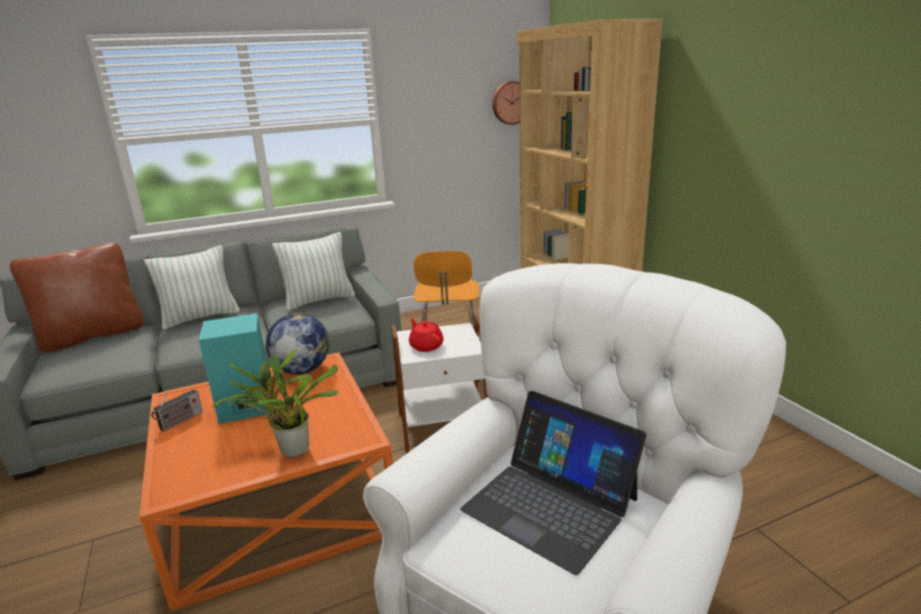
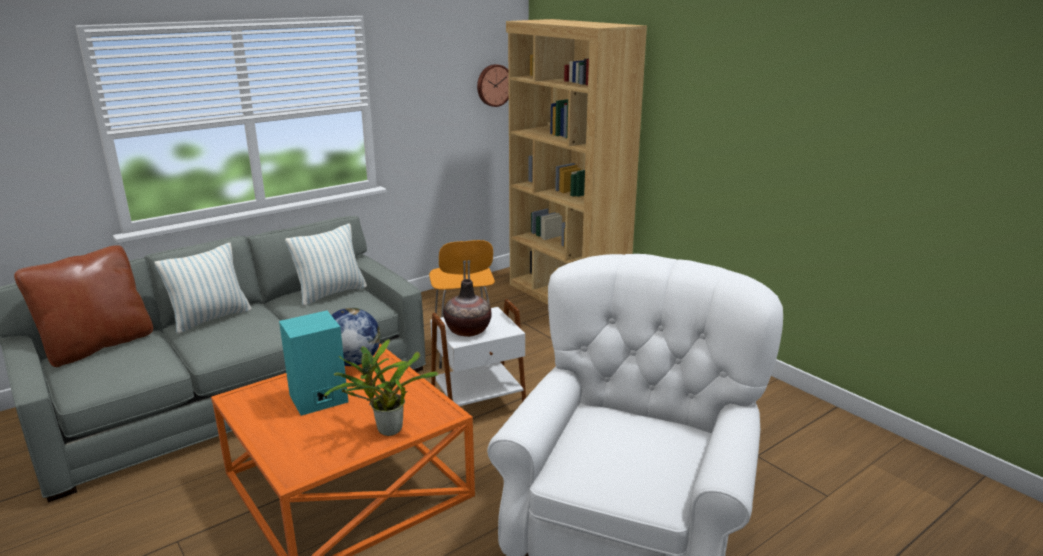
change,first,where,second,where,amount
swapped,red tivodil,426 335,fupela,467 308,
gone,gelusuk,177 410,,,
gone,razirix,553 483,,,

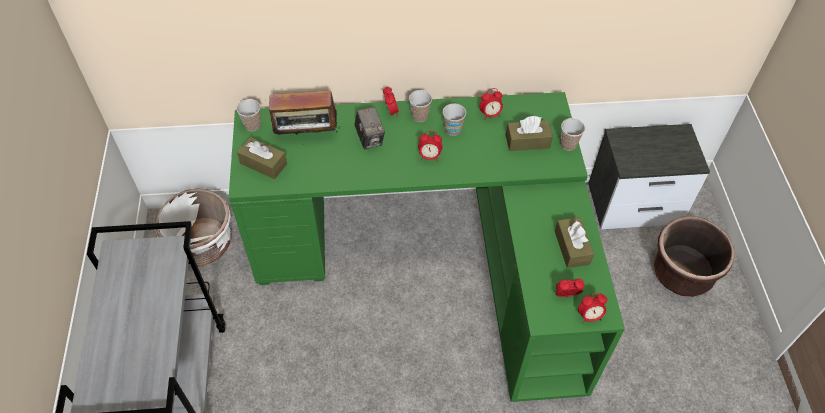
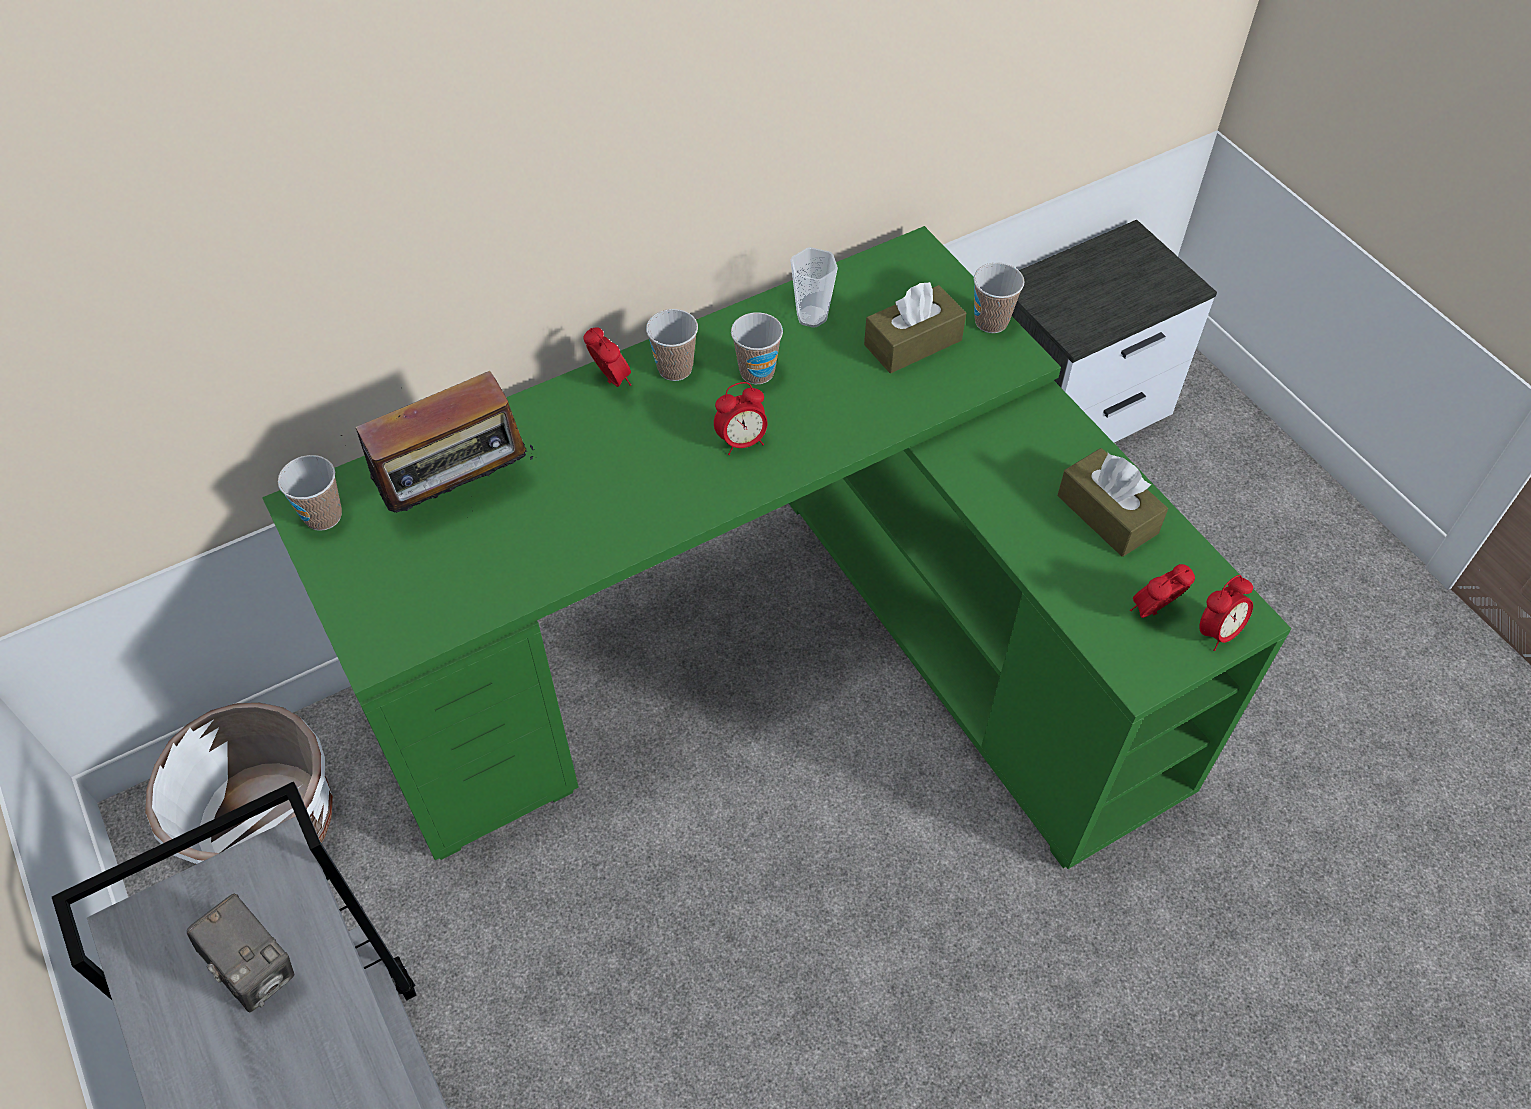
change,first,where,second,where,amount
shifted,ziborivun,369 128,,240 953,
swapped,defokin,491 104,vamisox,814 287,
gone,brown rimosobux,262 158,,,
gone,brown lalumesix,694 256,,,

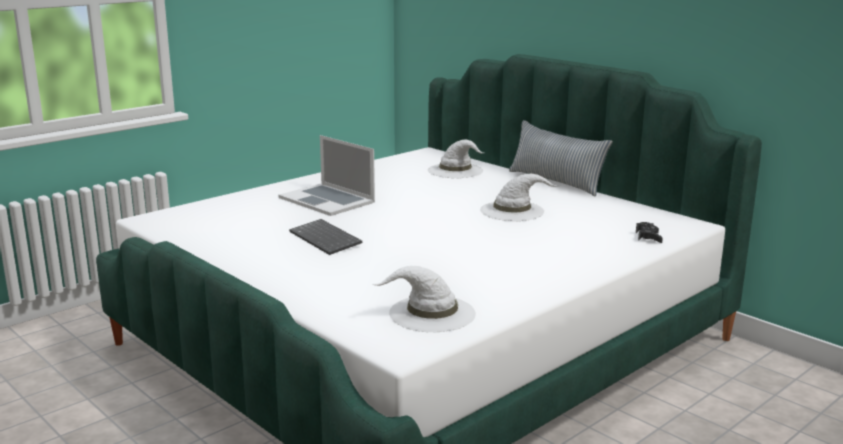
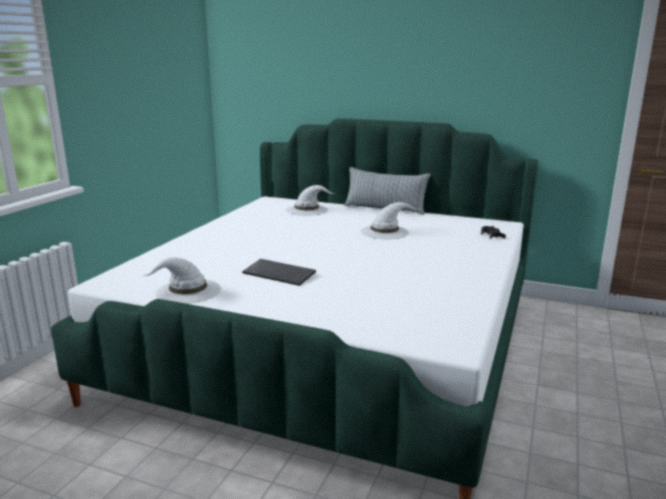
change,first,where,second,where,amount
shifted,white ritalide,424 299,,182 280,
gone,razirix,327 175,,,

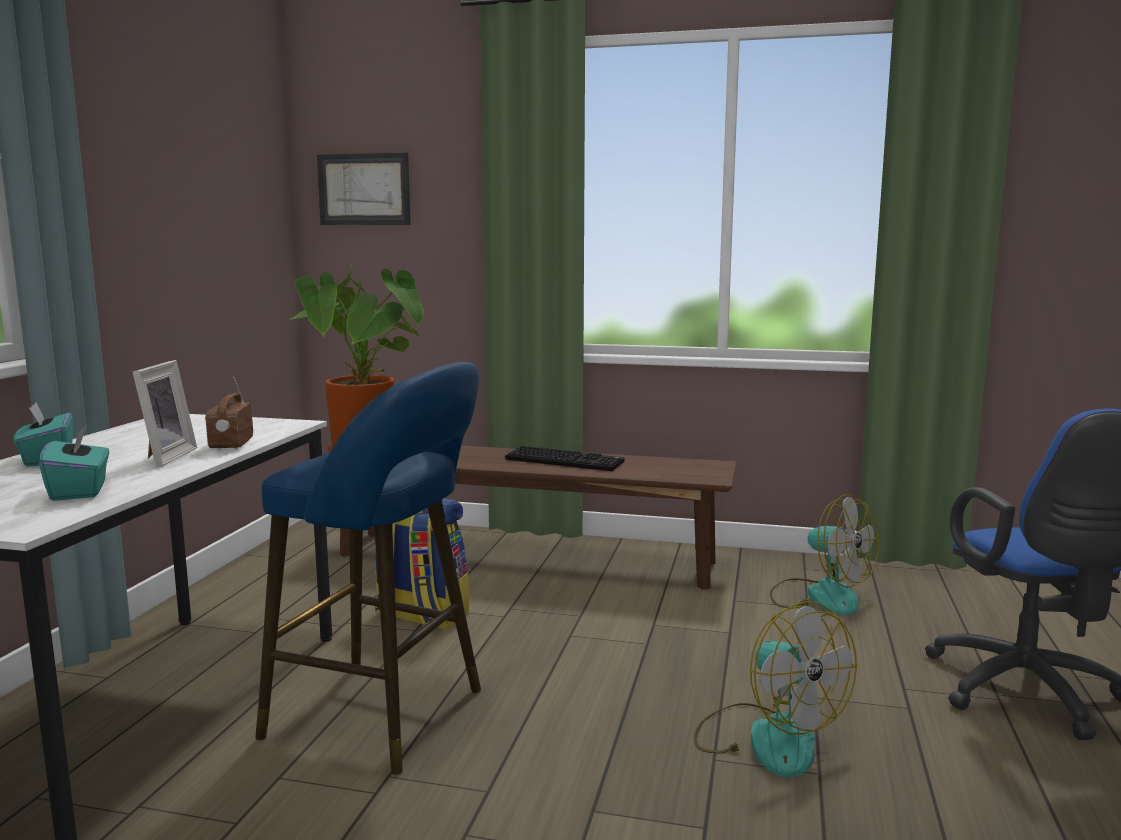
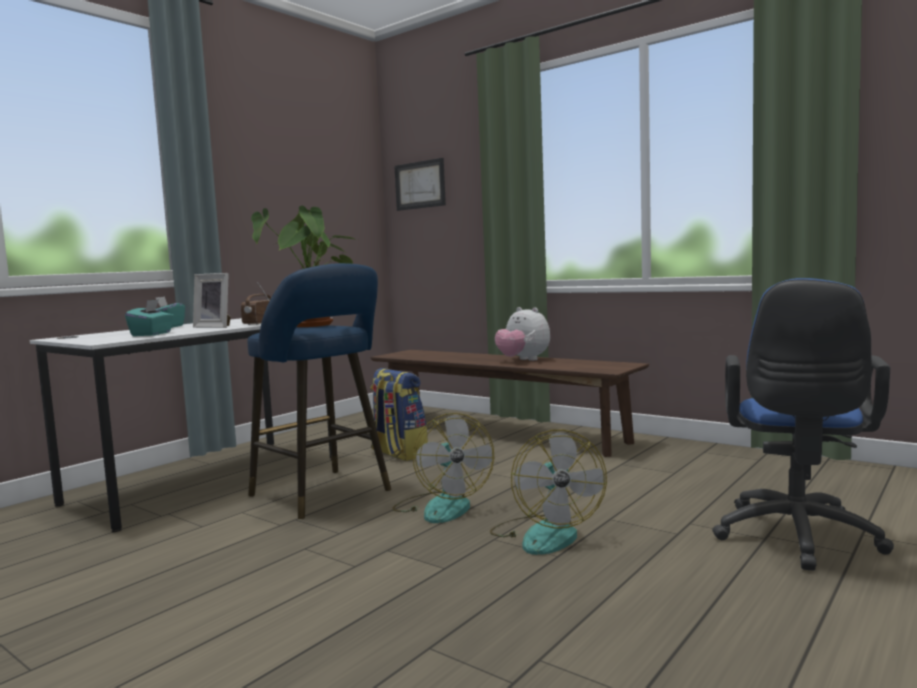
change,first,where,second,where,amount
rotated,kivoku,165 414,,212 300,90 degrees clockwise
shifted,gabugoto,824 554,,443 468,
swapped,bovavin,564 458,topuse,522 334,

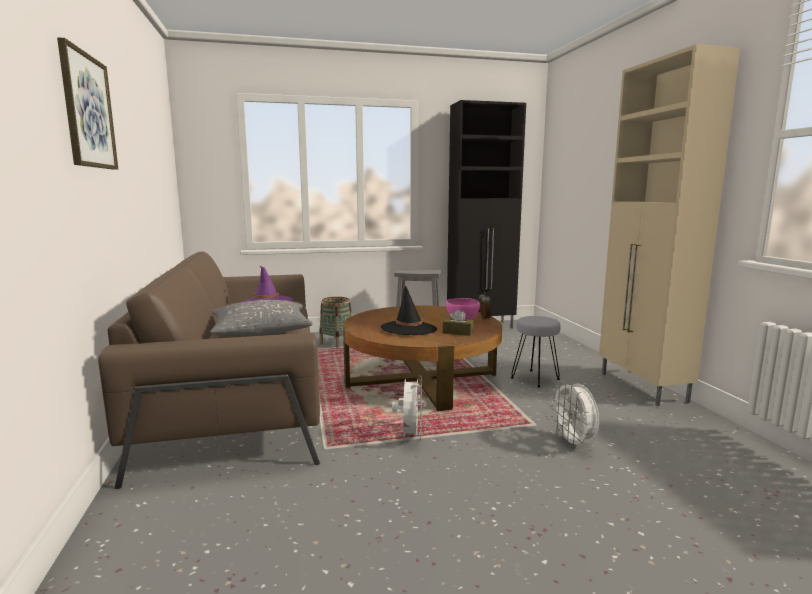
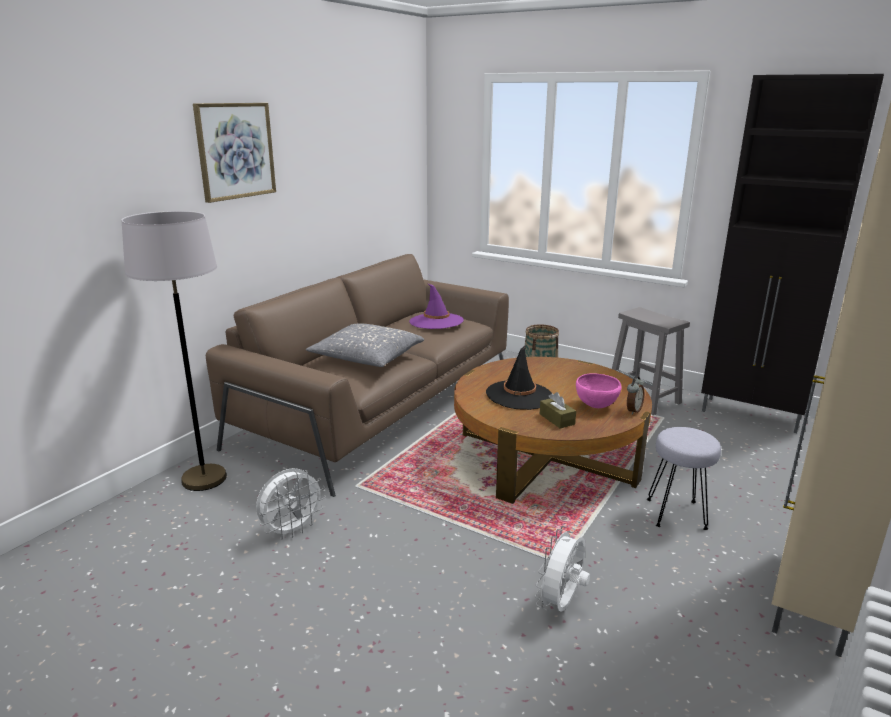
change,first,where,second,where,amount
new,,,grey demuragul,174 351,
shifted,white gabugoto,407 408,,291 503,

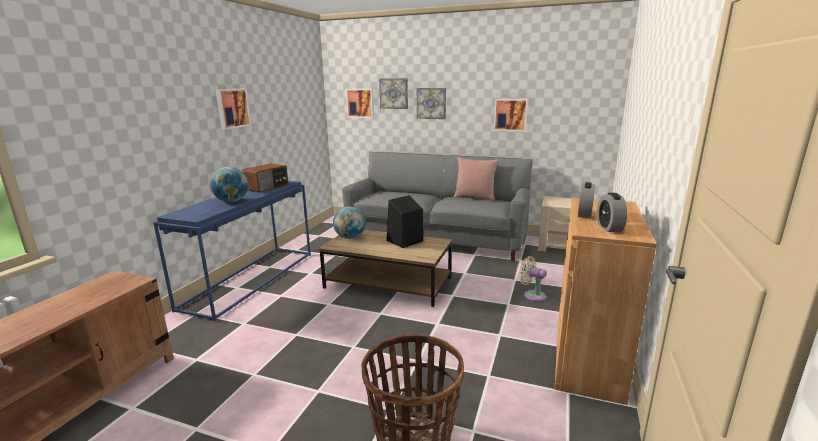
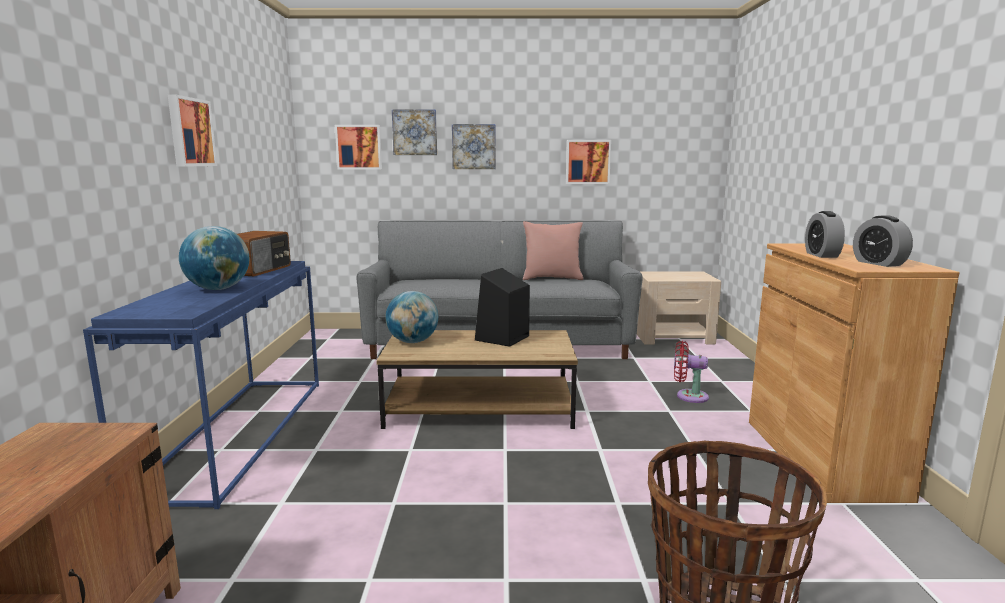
change,first,where,second,where,amount
repainted,beige gabugoto,533 279,red gabugoto,691 372,

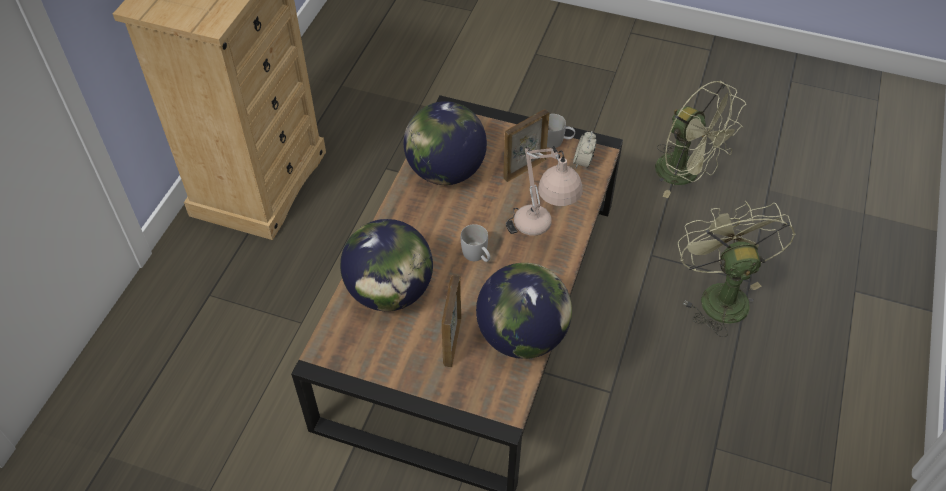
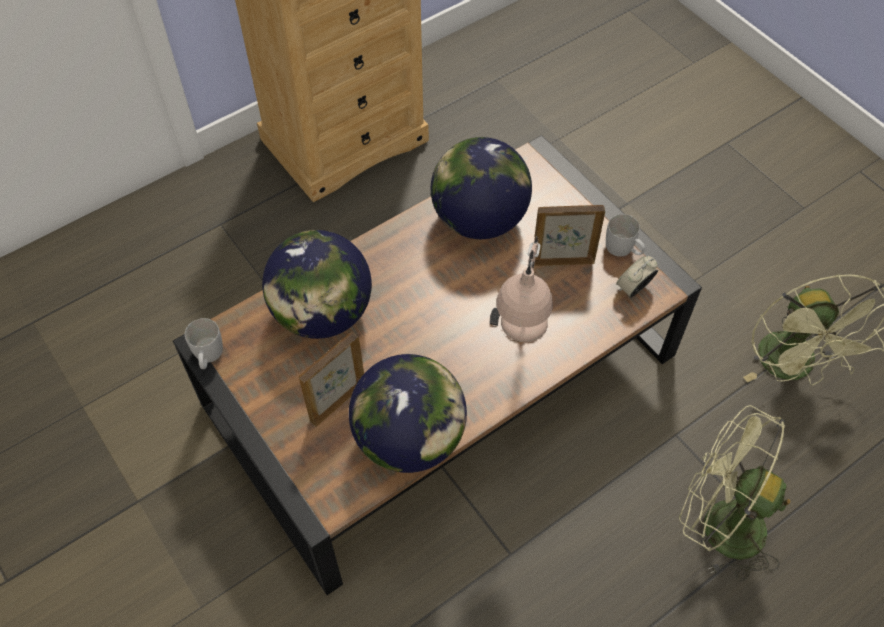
change,first,where,second,where,amount
shifted,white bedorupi,476 243,,204 343,
rotated,green gabugoto,737 269,,734 493,90 degrees counterclockwise

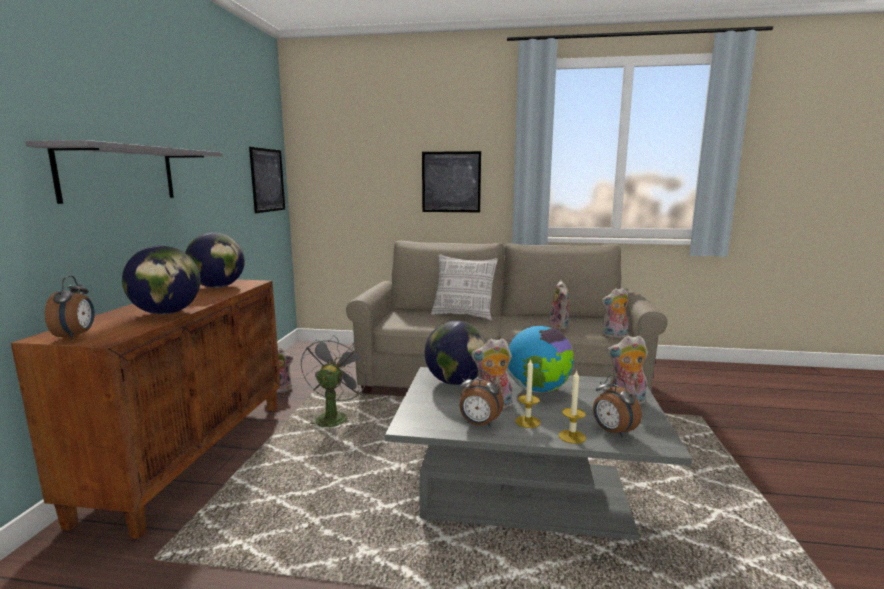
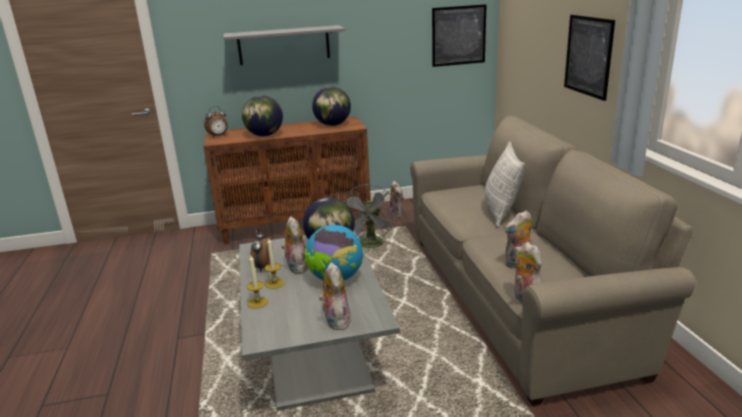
change,first,where,second,where,amount
rotated,grey gabugoto,335 381,,370 216,105 degrees clockwise
gone,defokin,617 406,,,

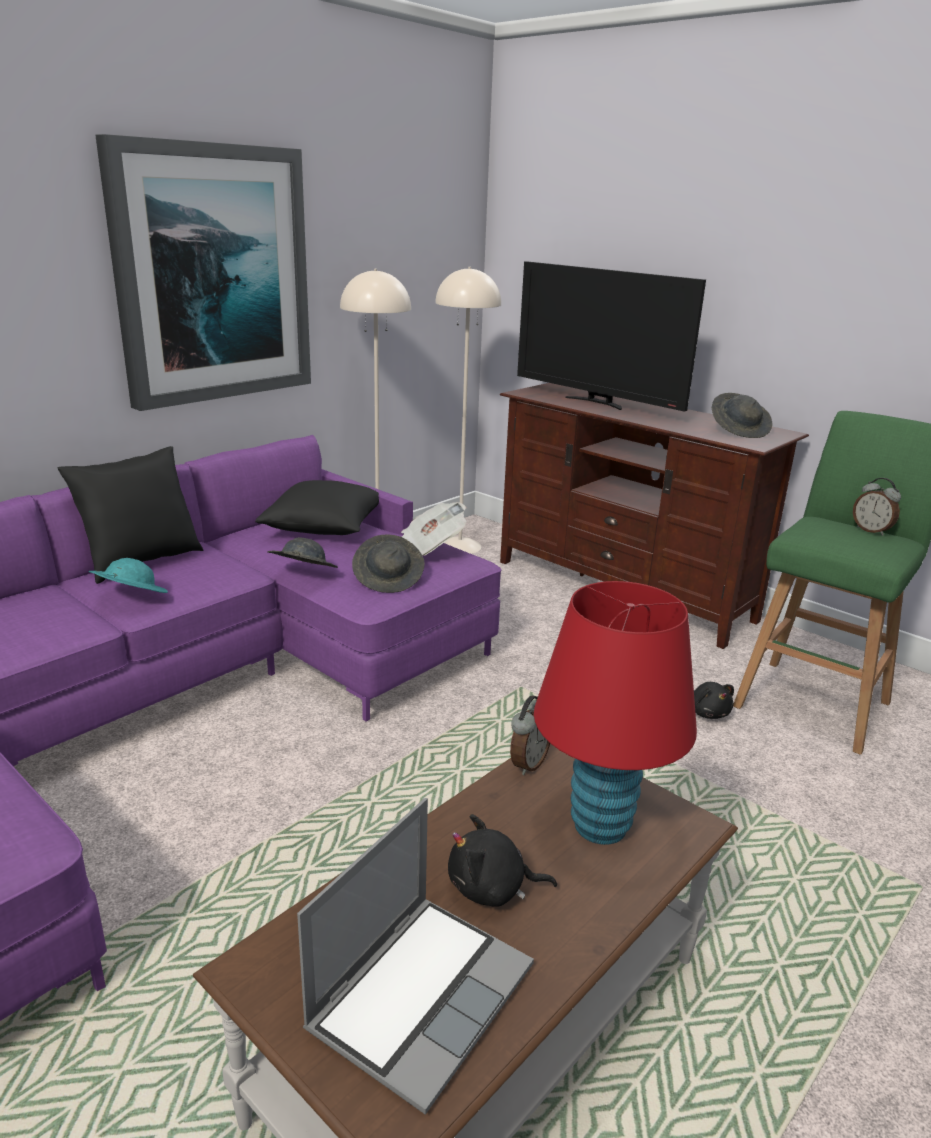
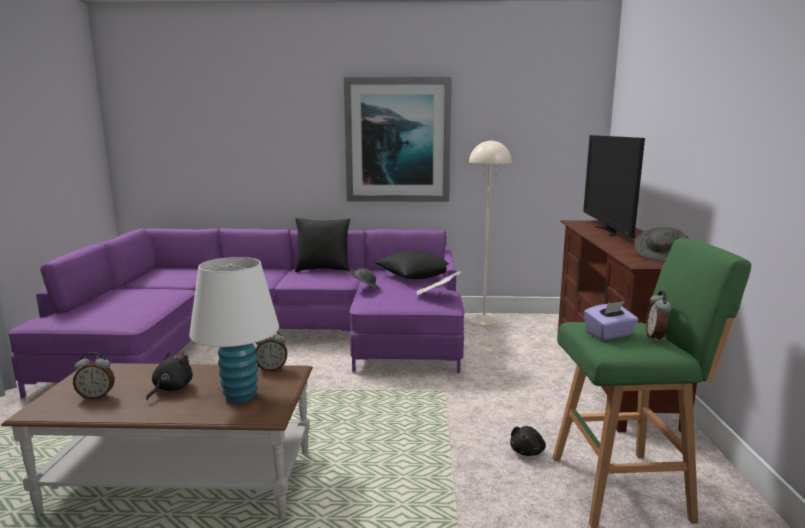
change,first,where,second,where,amount
swapped,razirix,415 956,defokin,94 375,
rotated,black topuse,502 860,,169 376,60 degrees clockwise
repainted,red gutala,615 713,white gutala,234 330,
new,,,purple rimosobux,611 320,
gone,turquoise ritalide,128 575,,,
gone,grey ritalide,388 563,,,
gone,beige demuragul,468 410,,,

